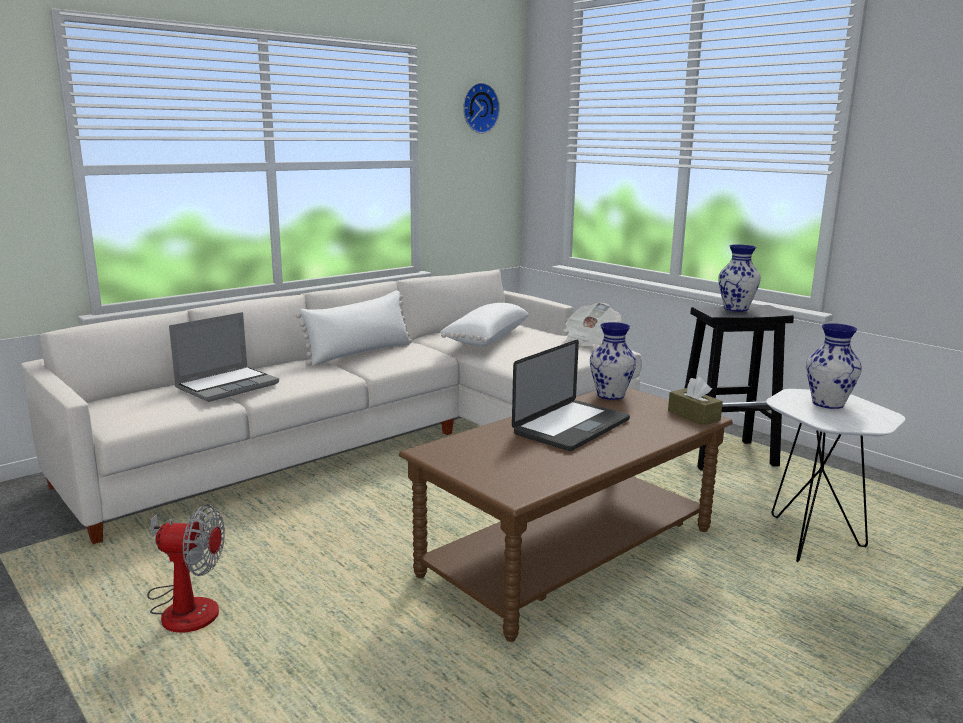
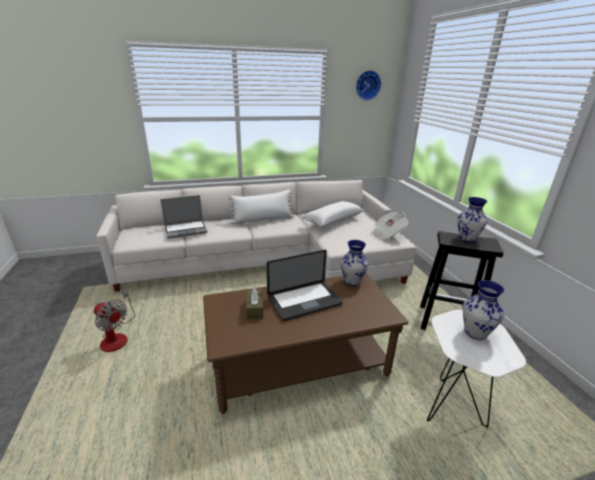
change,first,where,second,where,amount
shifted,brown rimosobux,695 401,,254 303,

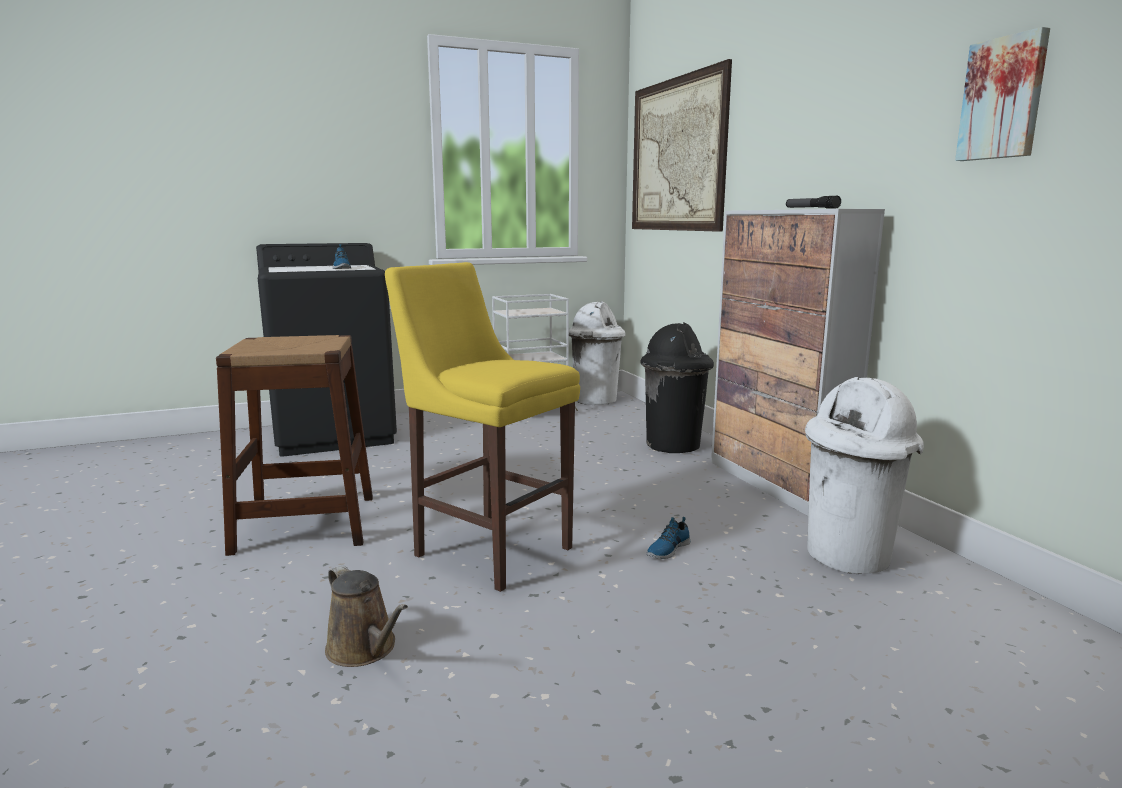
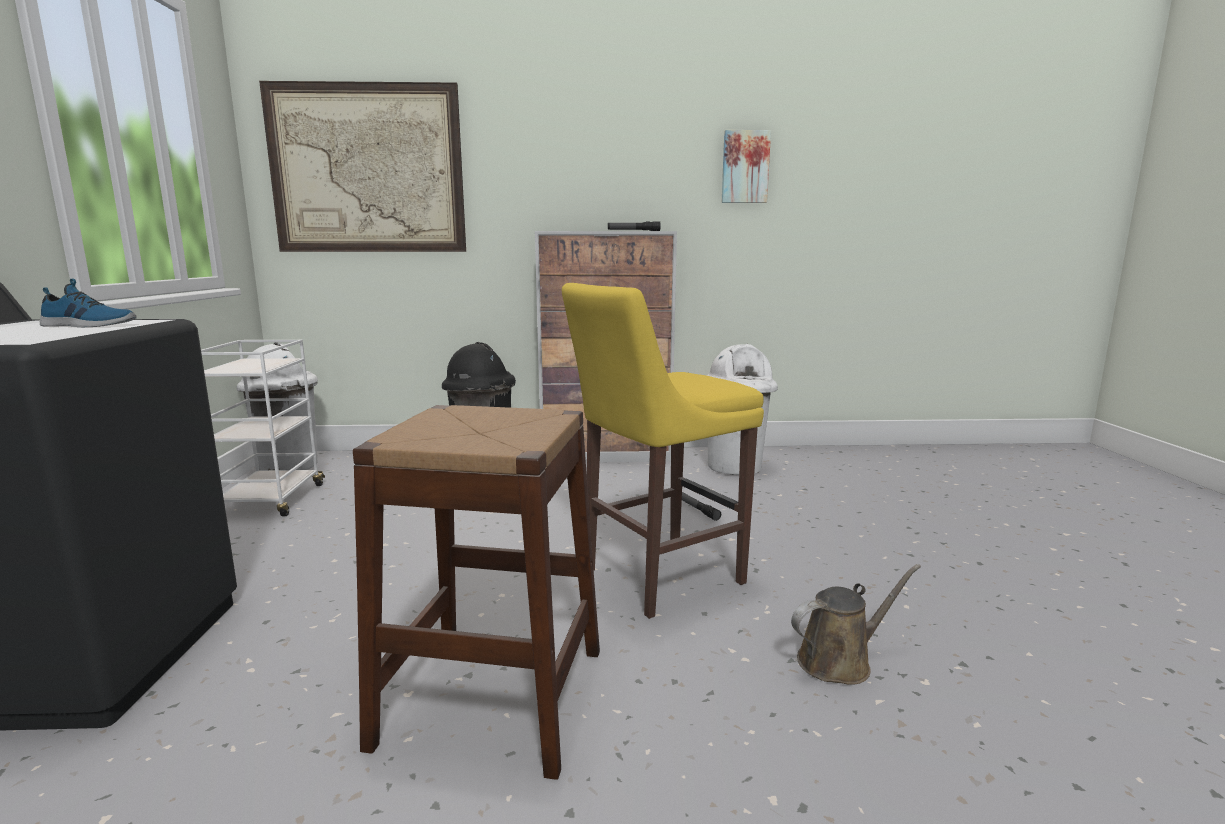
change,first,where,second,where,amount
swapped,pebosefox,668 538,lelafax,701 506,

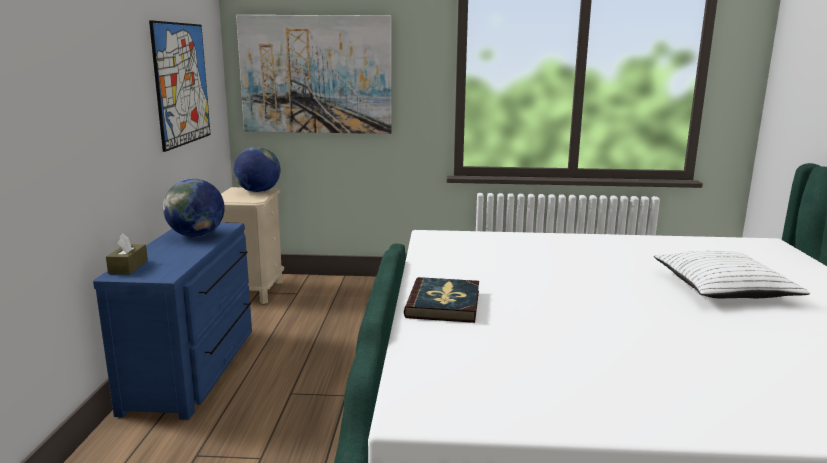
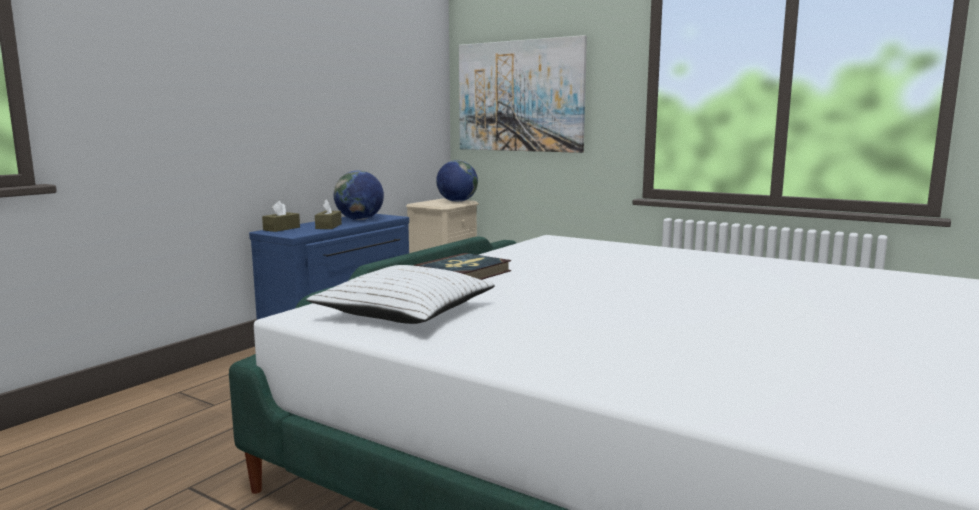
change,first,where,second,where,amount
shifted,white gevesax,732 275,,400 294,
new,,,brown rimosobux,328 214,
gone,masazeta,180 86,,,

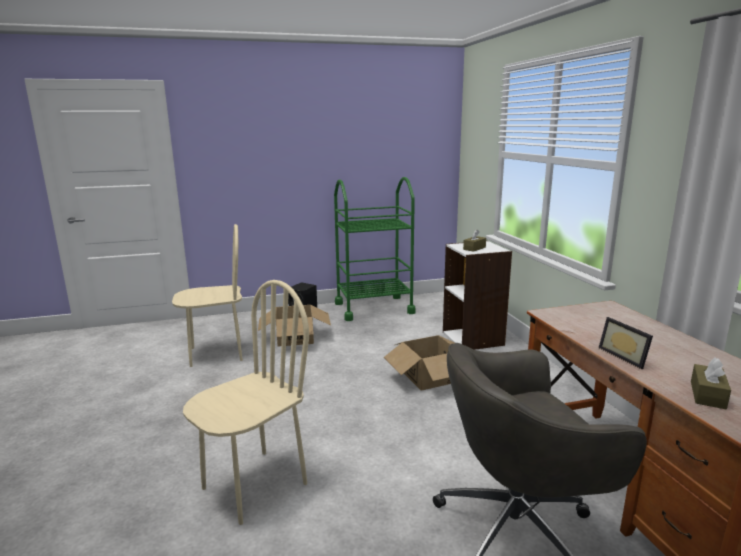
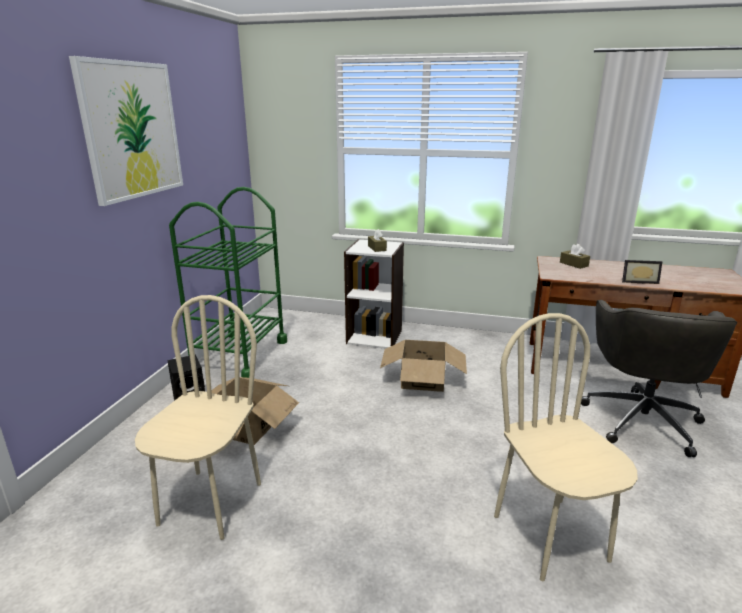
change,first,where,second,where,amount
new,,,masazeta,126 131,
shifted,brown rimosobux,711 383,,575 256,

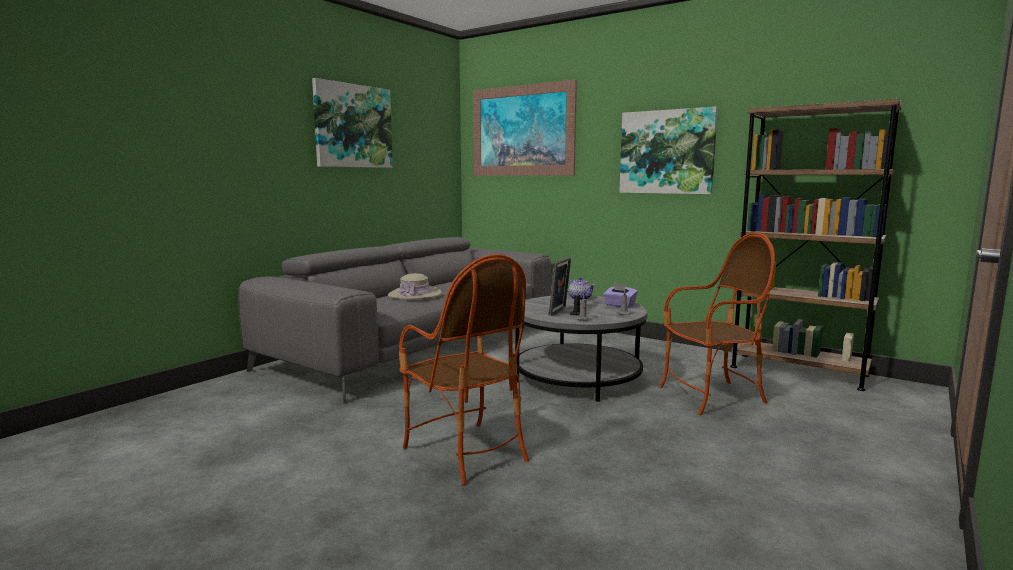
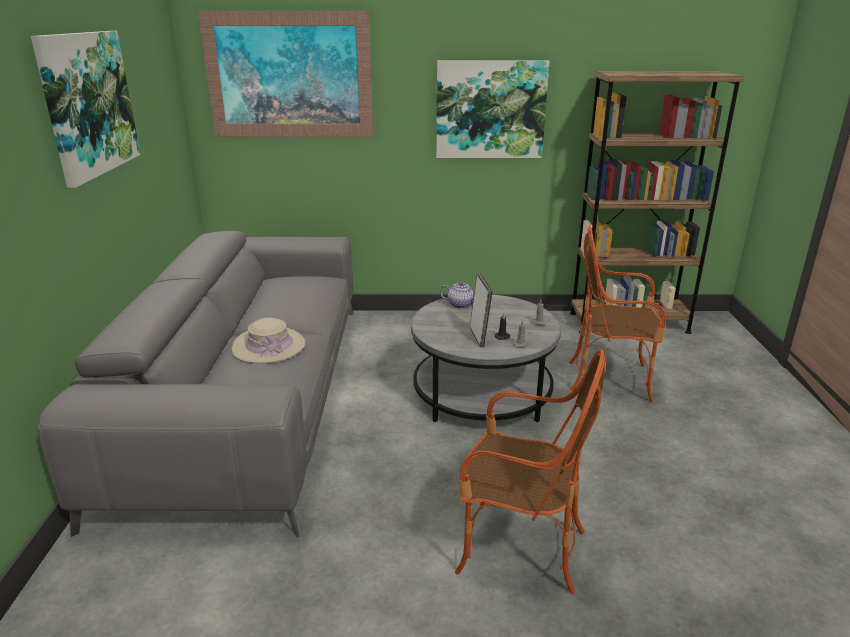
change,first,where,second,where,amount
rotated,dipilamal,717 323,,617 314,120 degrees counterclockwise
gone,purple rimosobux,620 295,,,

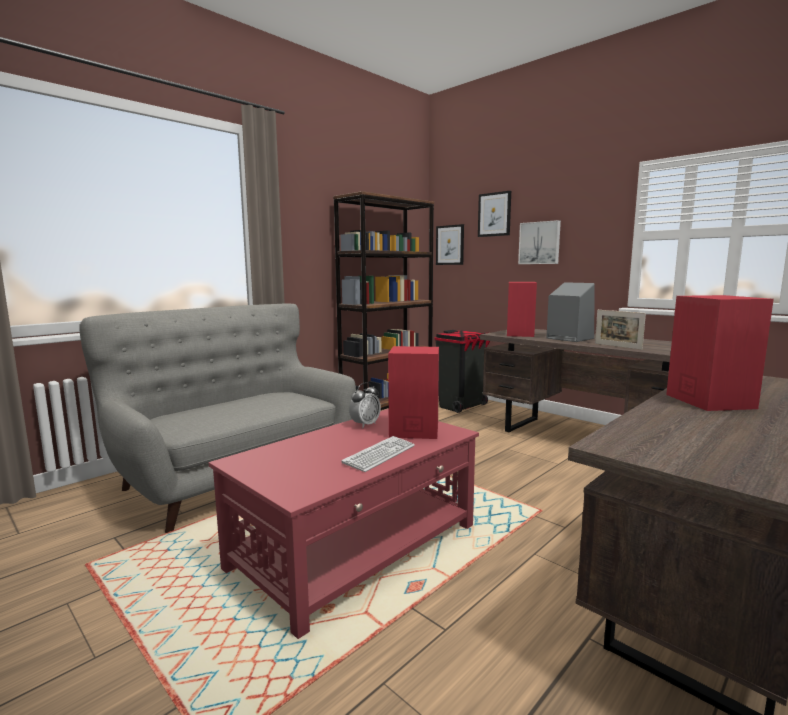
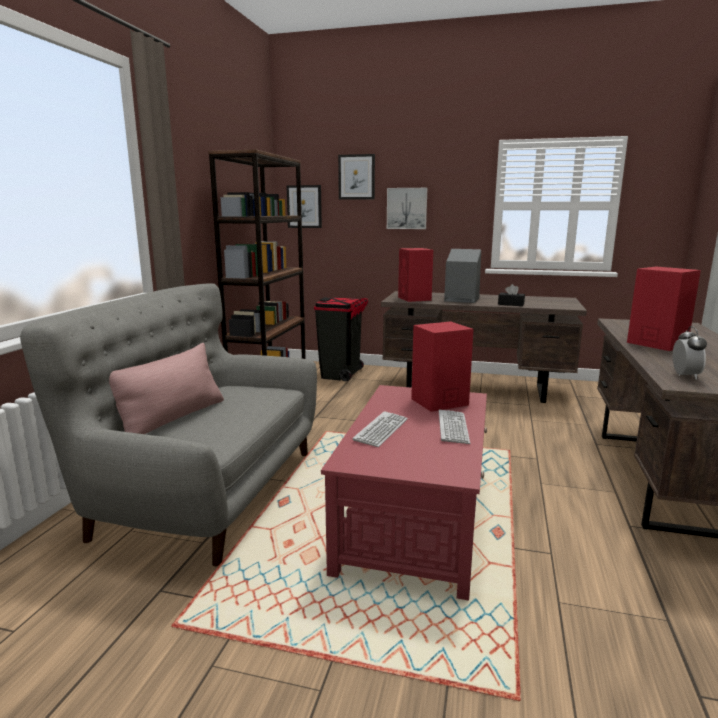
change,first,where,second,where,amount
new,,,pink gevesax,166 388,
new,,,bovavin,380 429,
swapped,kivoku,620 330,black rimosobux,511 295,
shifted,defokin,365 405,,690 353,

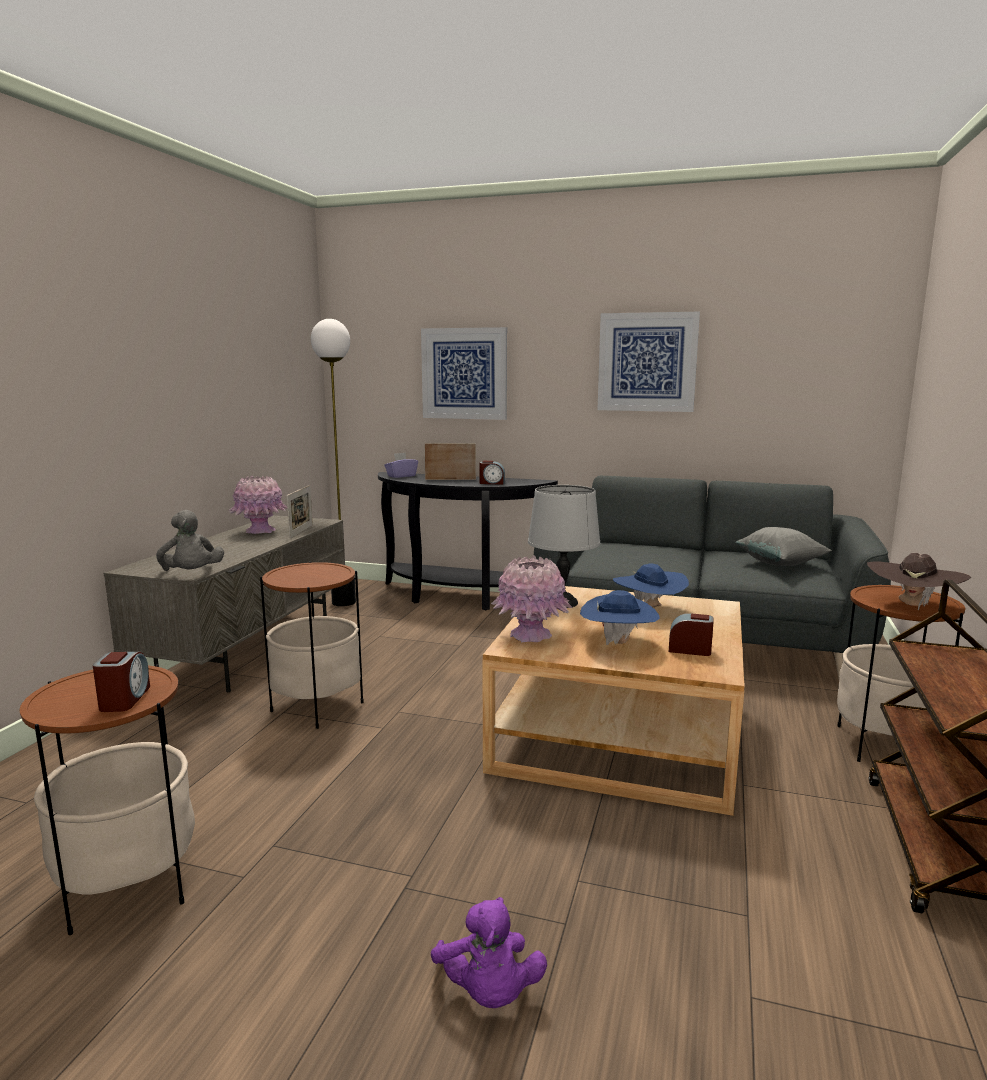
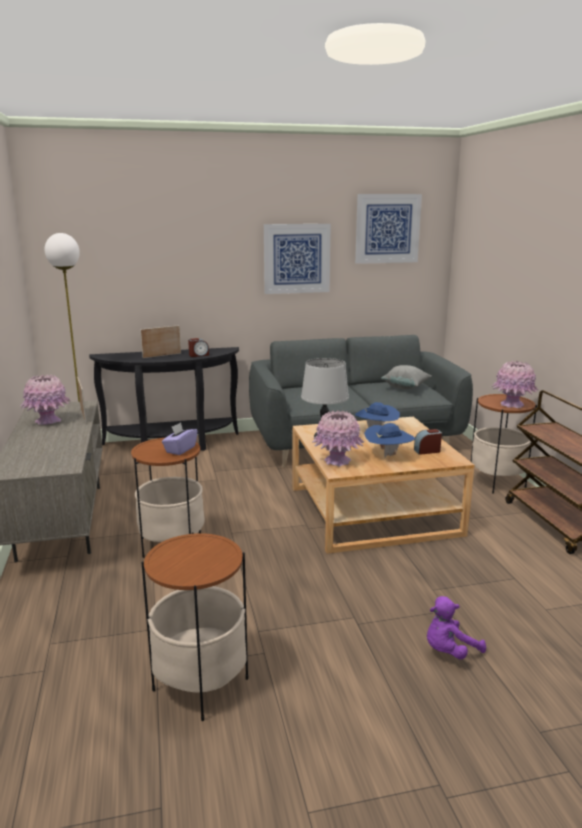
change,first,where,second,where,amount
shifted,purple rimosobux,401 465,,179 438,
shifted,masazeta,464 373,,388 229,
rotated,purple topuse,489 952,,456 628,105 degrees clockwise
swapped,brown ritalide,919 581,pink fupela,515 384,
gone,defokin,121 682,,,
gone,grey topuse,190 540,,,

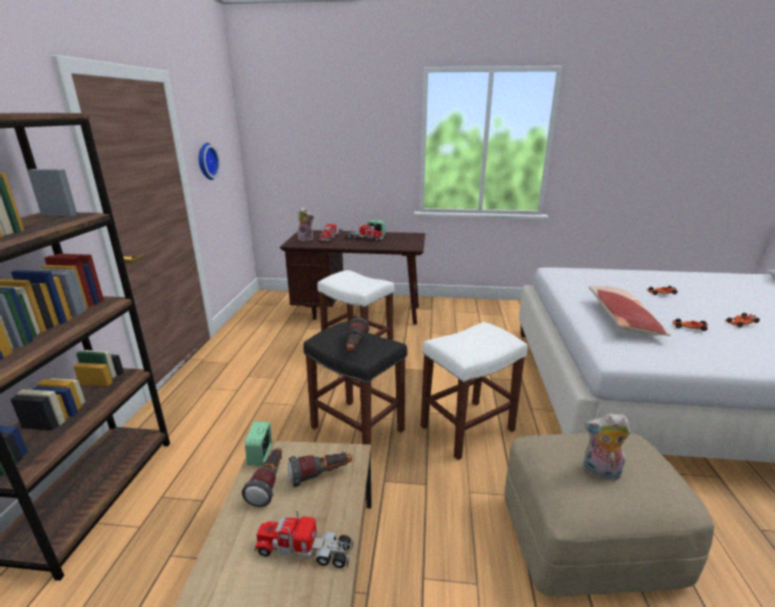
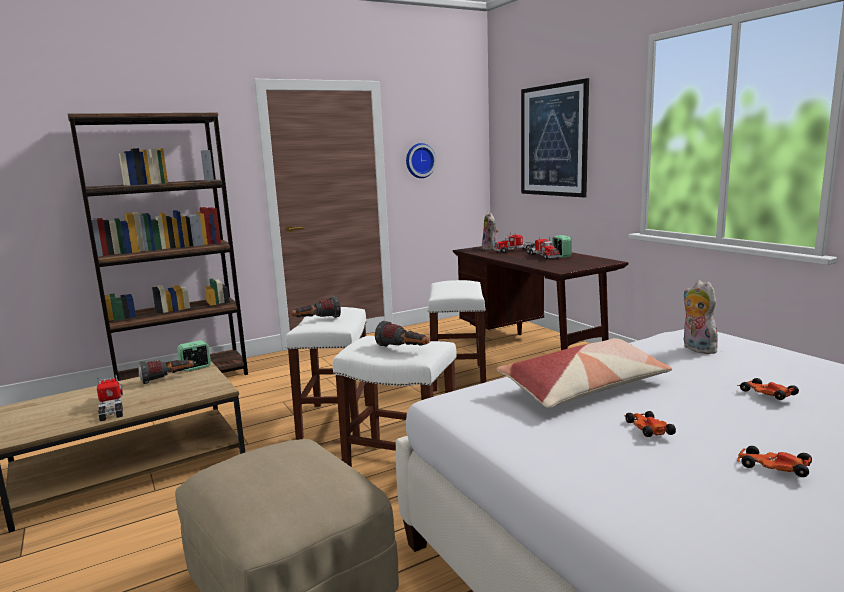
change,first,where,second,where,amount
repainted,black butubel,355 387,white butubel,327 373,
shifted,lelafax,320 470,,402 334,
new,,,masazeta,555 137,
shifted,topuse,607 446,,701 317,

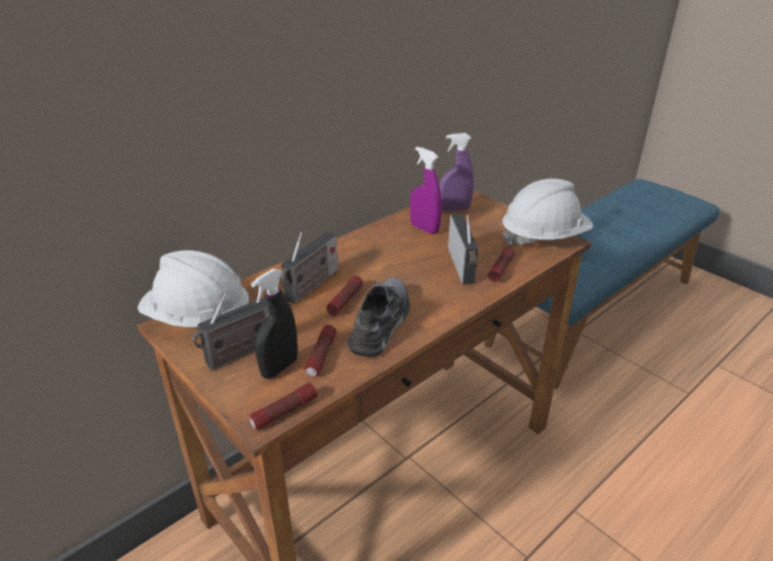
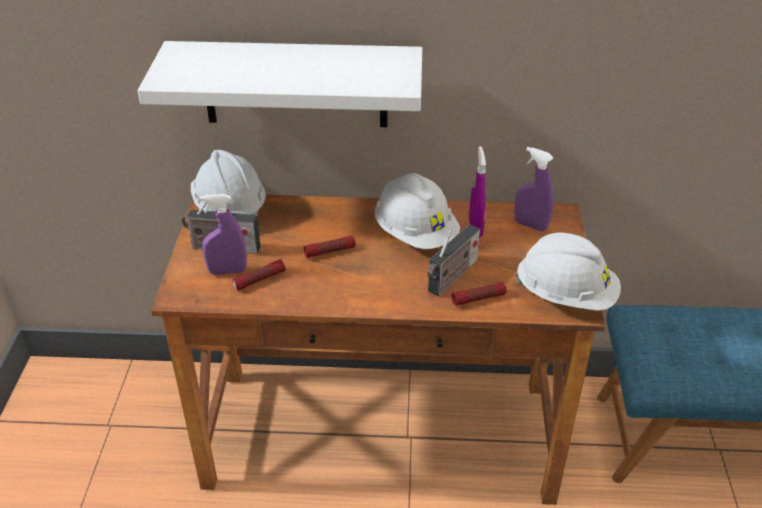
change,first,where,second,where,amount
new,,,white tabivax,280 84,
repainted,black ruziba,274 324,purple ruziba,223 234,
new,,,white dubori,417 211,
gone,lelafax,283 406,,,
gone,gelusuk,309 268,,,
gone,grey pebosefox,378 317,,,

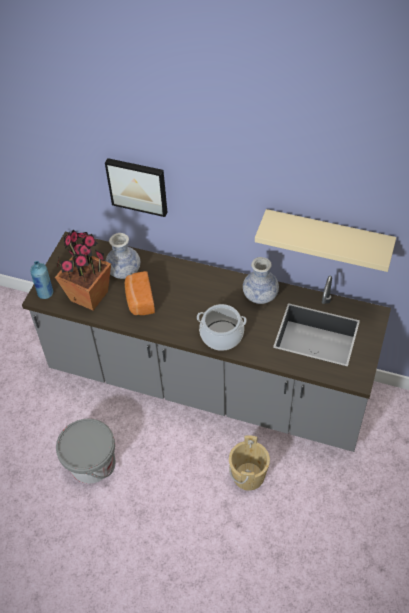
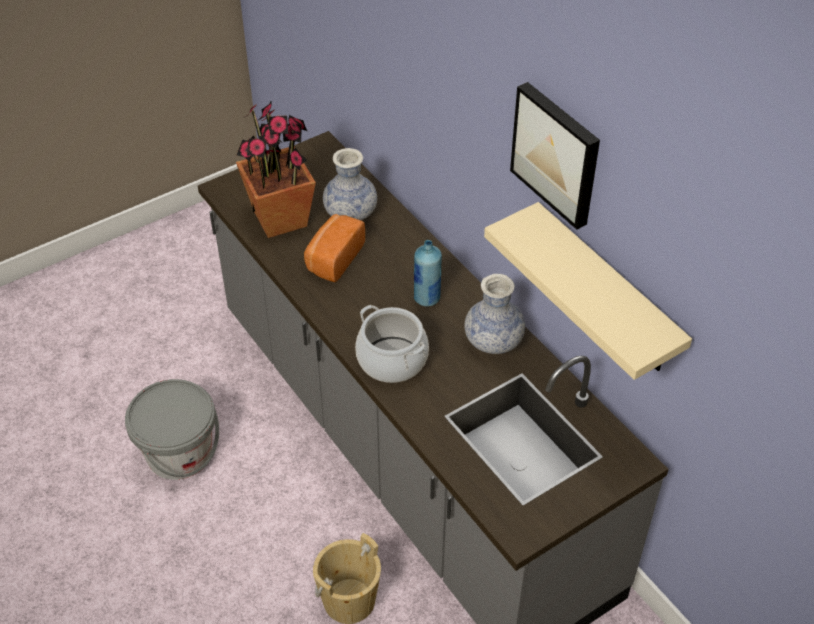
change,first,where,second,where,amount
shifted,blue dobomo,41 280,,428 273,
shifted,masazeta,136 187,,555 156,

